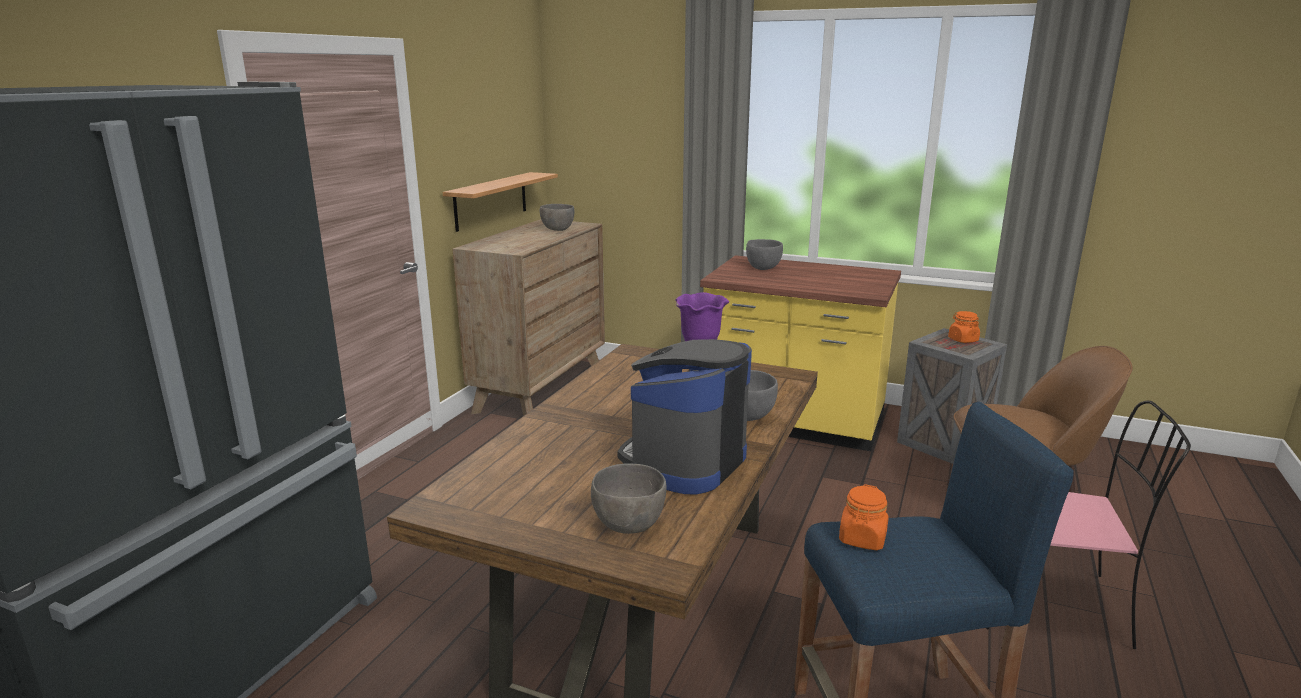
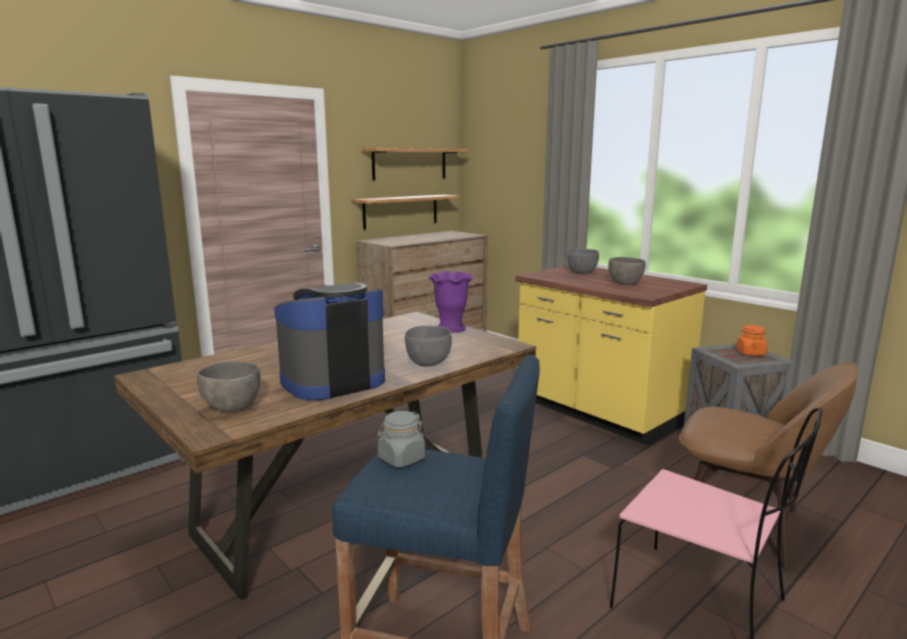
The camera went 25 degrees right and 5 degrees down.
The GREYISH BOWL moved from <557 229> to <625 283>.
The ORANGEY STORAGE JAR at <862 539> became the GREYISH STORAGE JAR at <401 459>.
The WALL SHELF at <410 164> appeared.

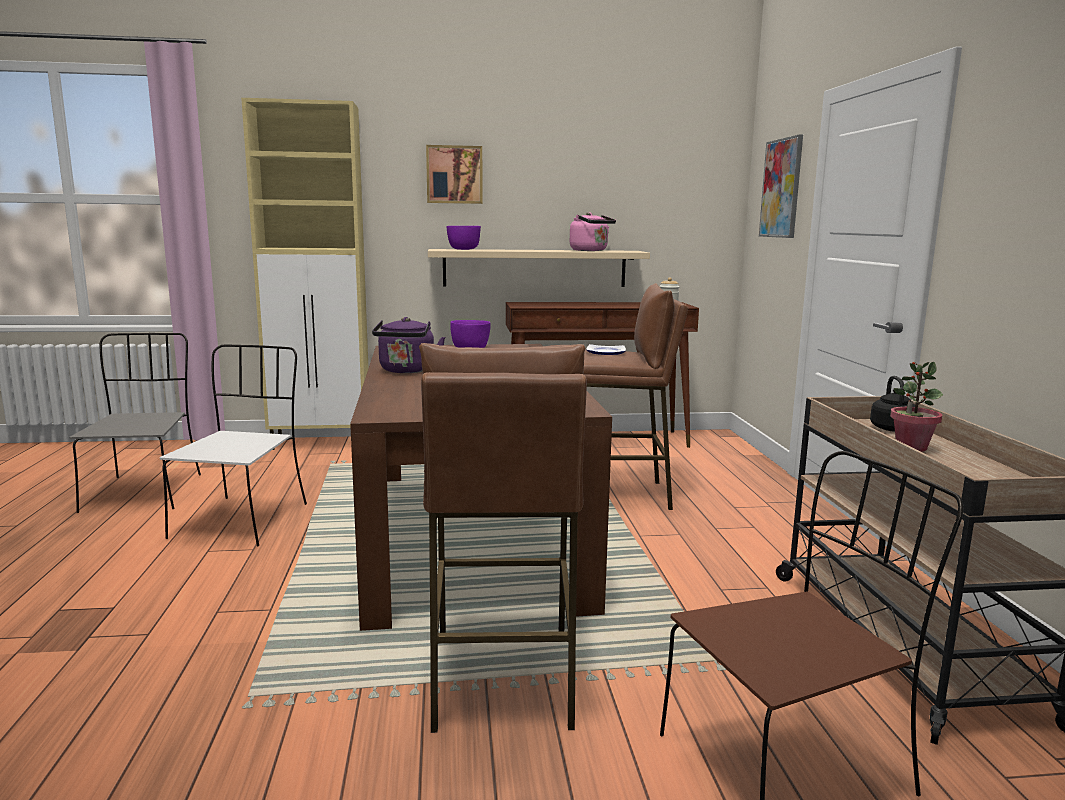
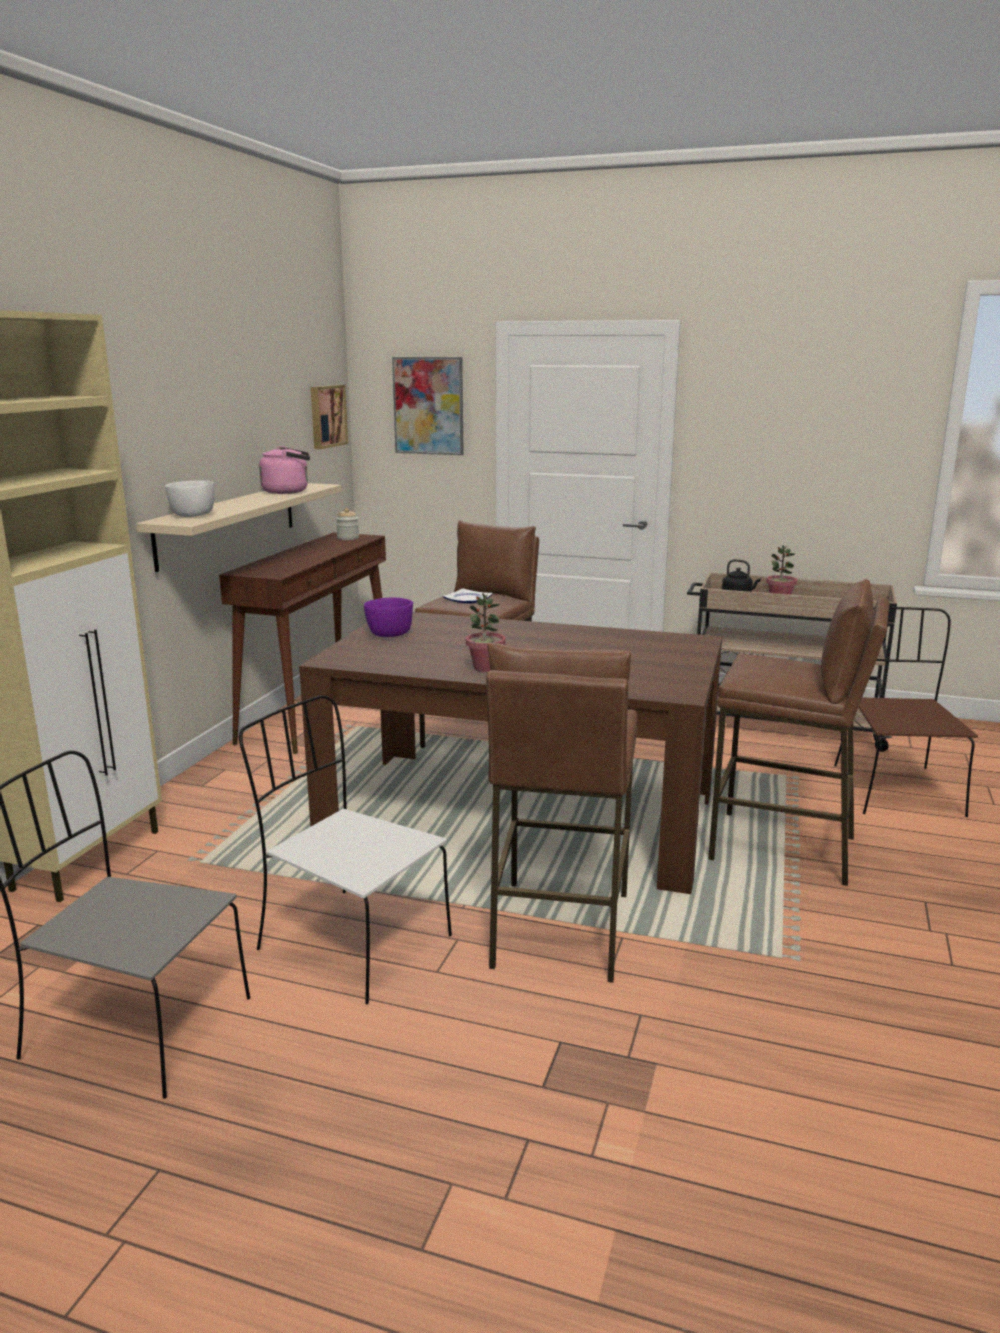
The camera went 65 degrees left and 5 degrees up.
The PURPLE KETTLE at <406 371> was replaced by the POTTED PLANT at <485 668>.
The PICTURE moved from <454 174> to <326 416>.
The PURPLE BOWL at <463 249> became the WHITE-COLOURED BOWL at <192 516>.
The BROWNISH SITTING STOOL at <559 930> appeared.

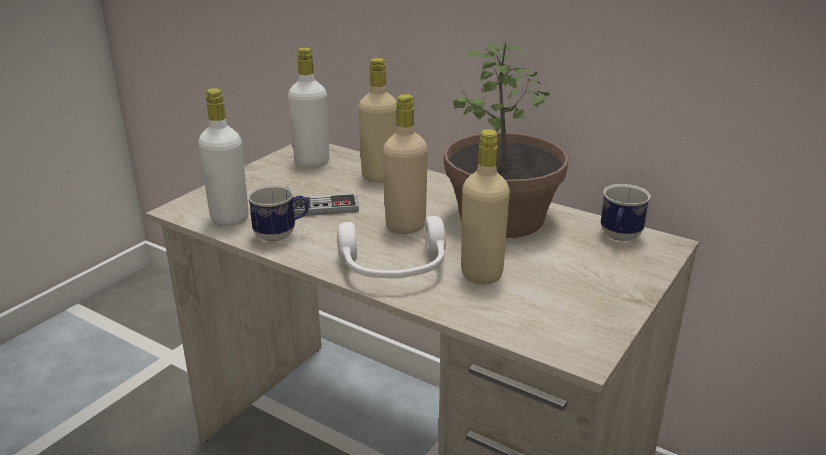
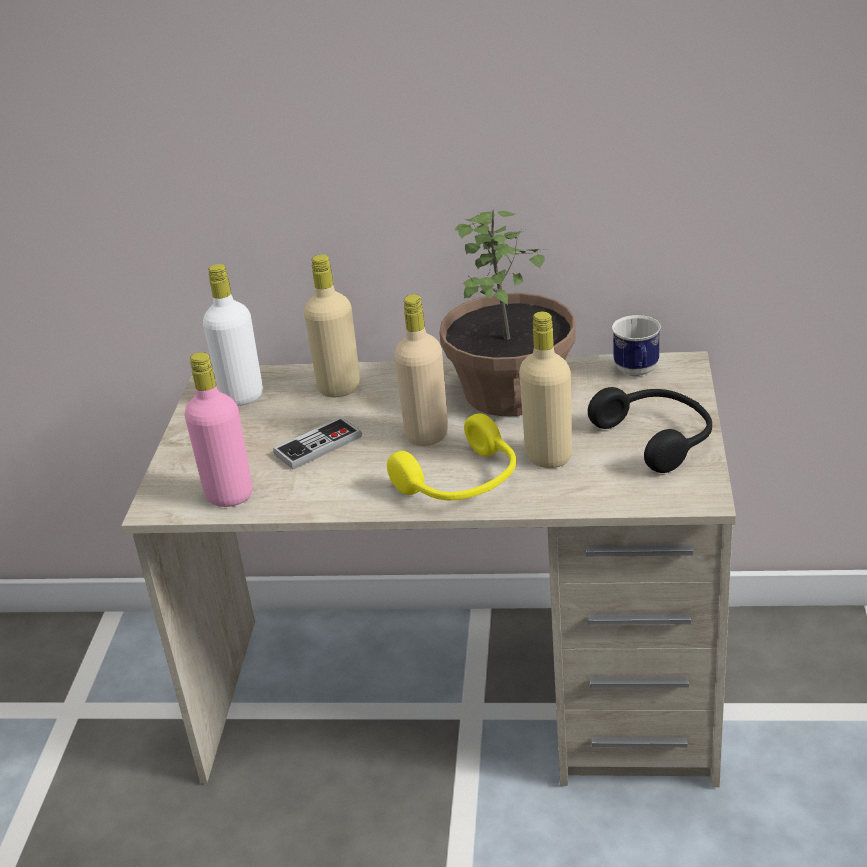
The camera went 25 degrees left and 5 degrees up.
The WHITE-COLOURED BOTTLE at <229 218> became the PINK-COLOURED BOTTLE at <229 495>.
The MUG at <281 235> disappeared.
The WHITE-COLOURED HEADSET at <394 268> became the YELLOW HEADSET at <462 483>.
The BLACK HEADSET at <658 438> appeared.

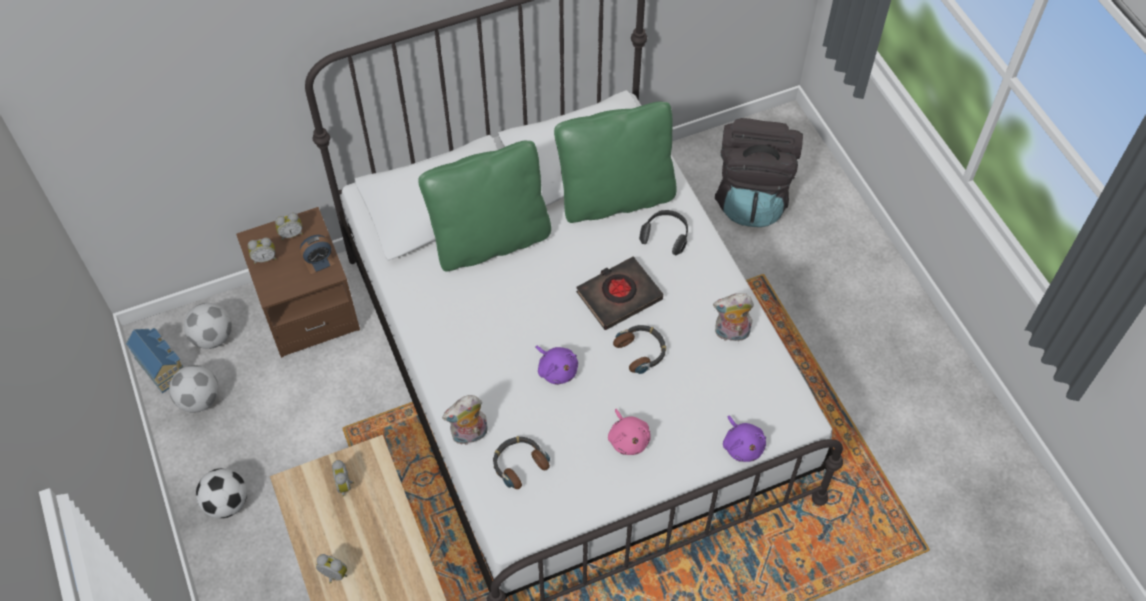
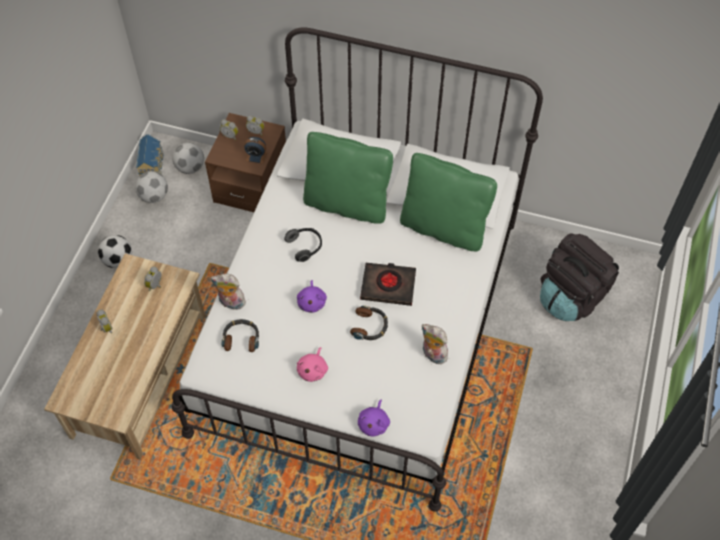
The camera went 40 degrees right and 0 degrees up.
The HEADSET moved from <665 236> to <305 247>.

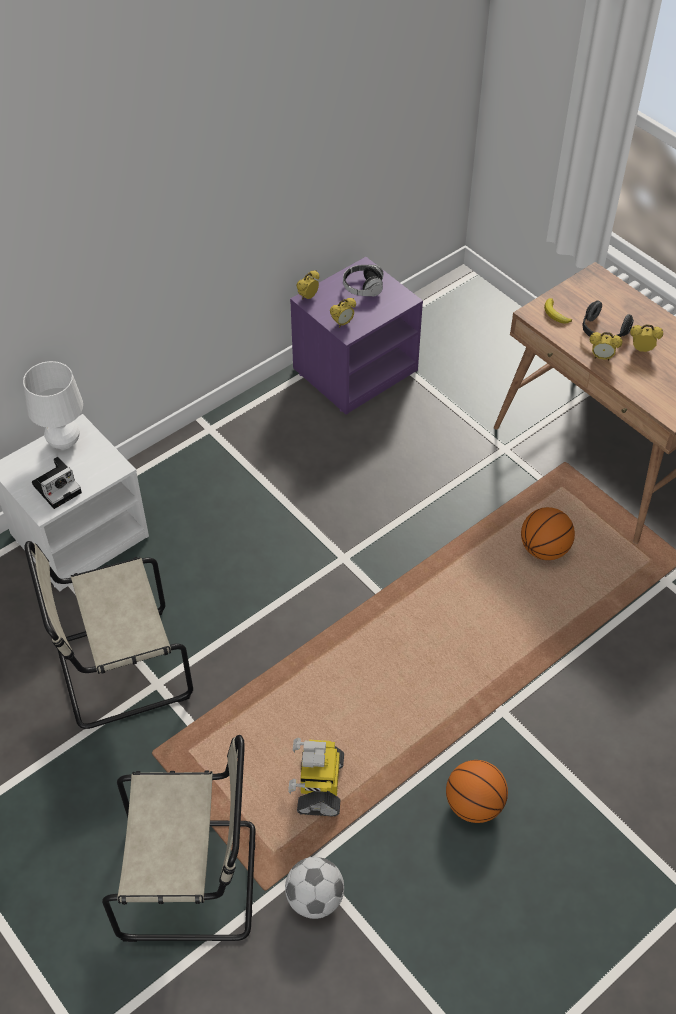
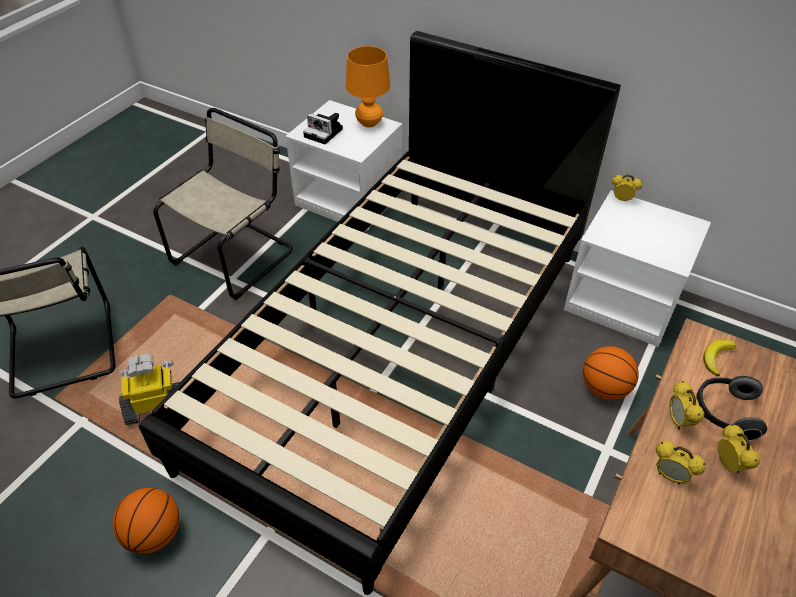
The camera went 70 degrees right and 5 degrees down.
The WHITE-COLOURED LAMP FOR A TABLE at <64 442> became the ORANGEY LAMP FOR A TABLE at <369 123>.
The BEIGE PLAIN CHAIR at <118 670> turned 75 degrees clockwise.
The BALL FOR FOOTBALL at <315 898> disappeared.
The PURPLE NIGHT TABLE at <355 369> became the WHITE-COLOURED NIGHT TABLE at <624 302>.
The TABLE CLOCK moved from <342 323> to <670 476>.
The HEADSET at <363 288> disappeared.
The BASKETBALL moved from <544 549> to <604 388>.
The BLACK BED at <398 351> appeared.

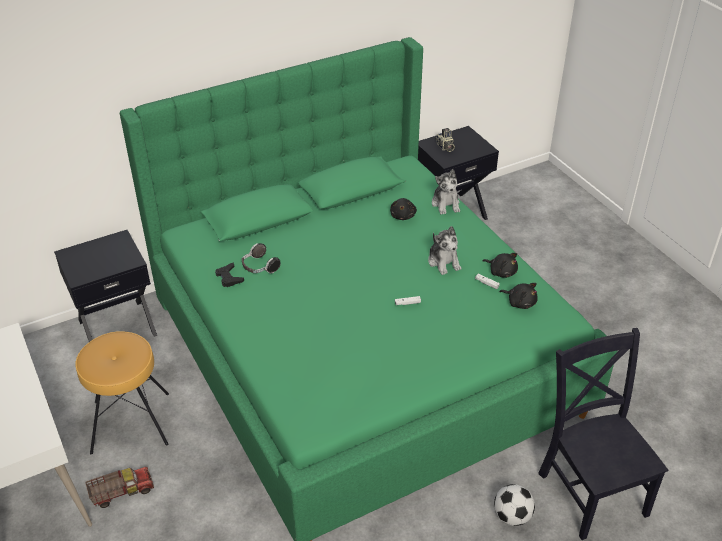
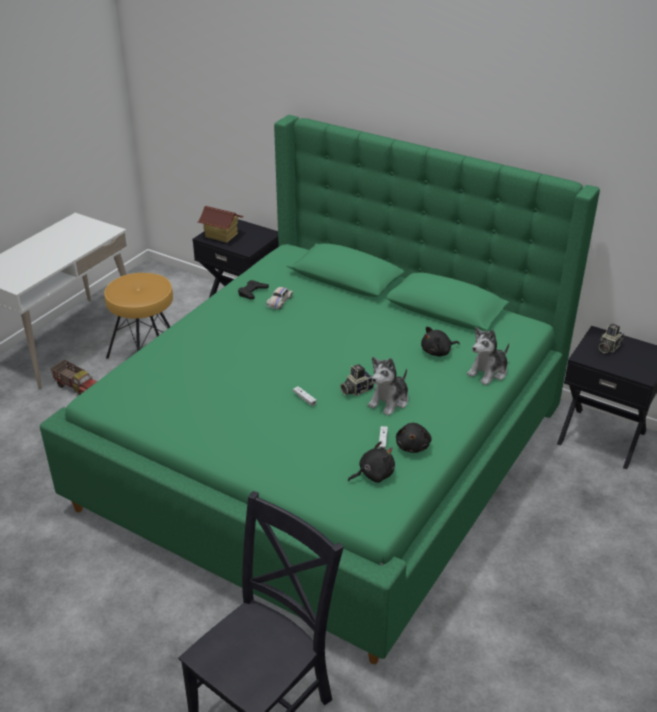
The camera went 60 degrees right and 5 degrees down.
The HEADSET at <259 267> was replaced by the WHITE-COLOURED MINIATURE CAR at <279 301>.
The BALL FOR FOOTBALL at <512 516> disappeared.
The BLACK PLUSH TOY at <520 302> turned 120 degrees counterclockwise.
The MINIATURE HOUSE at <221 235> appeared.
The STILL CAMERA at <356 389> appeared.

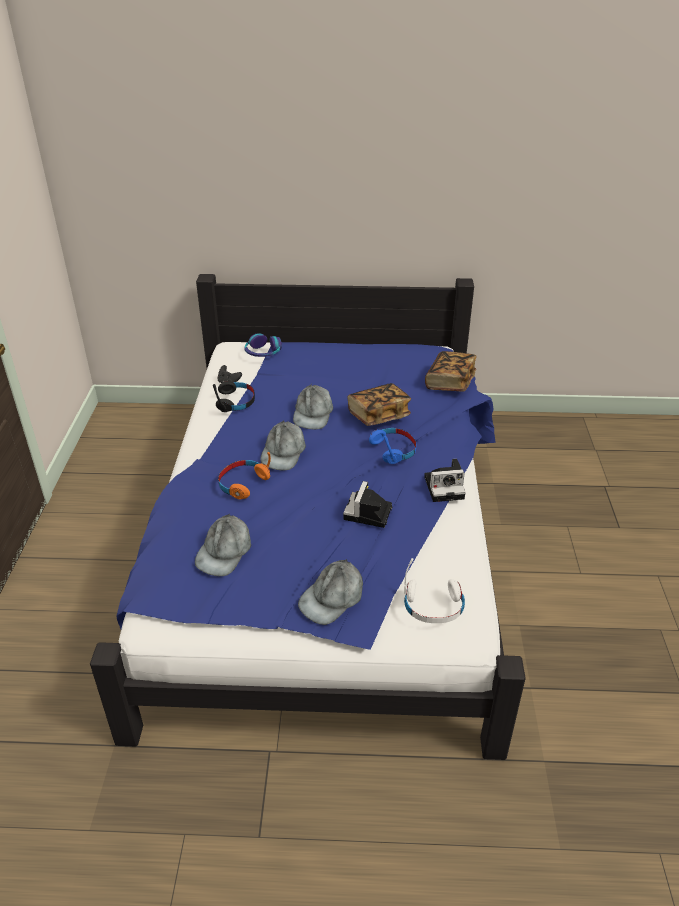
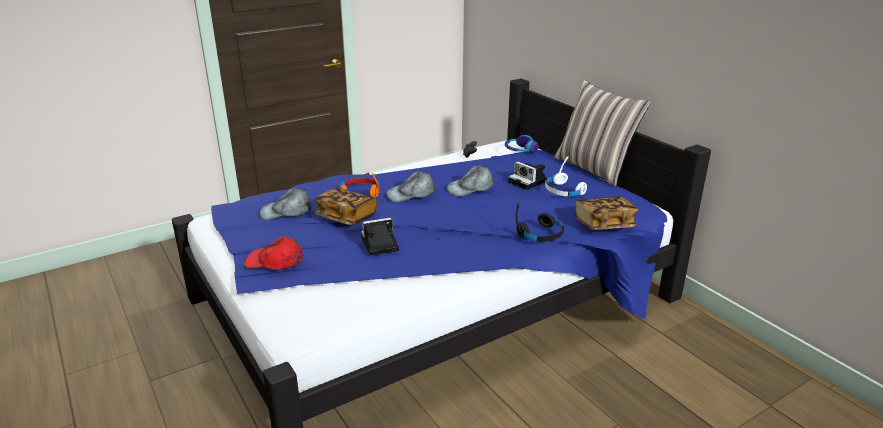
The camera went 55 degrees right and 10 degrees down.
The BLACK HEADSET moved from <236 402> to <541 235>.
The GREYISH BASEBALL CAP at <332 597> became the RED BASEBALL CAP at <274 261>.
The BOOK moved from <378 415> to <346 217>.
The BLUISH HEADSET at <393 450> disappeared.
The WHITE-COLOURED HEADSET moved from <433 606> to <563 191>.
The STILL CAMERA moved from <445 487> to <529 182>.
The THROW PILLOW at <594 169> appeared.

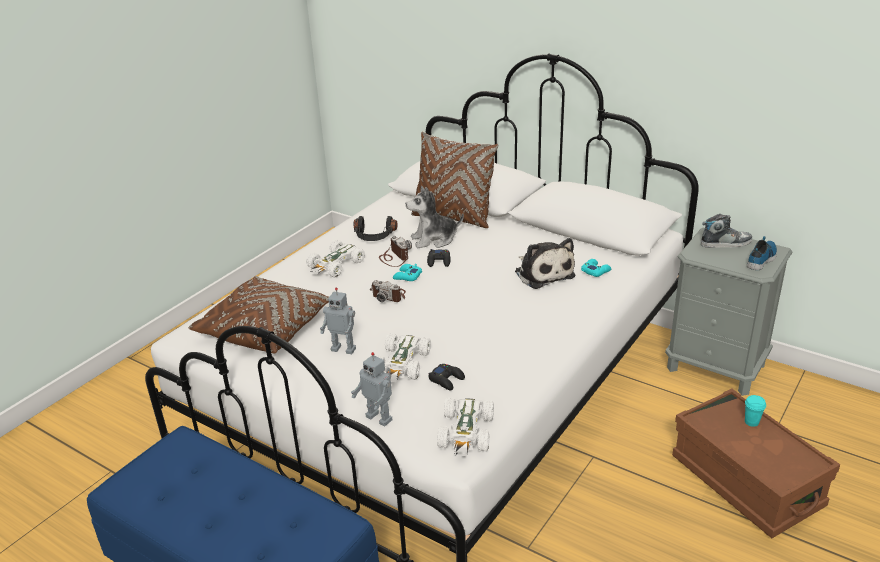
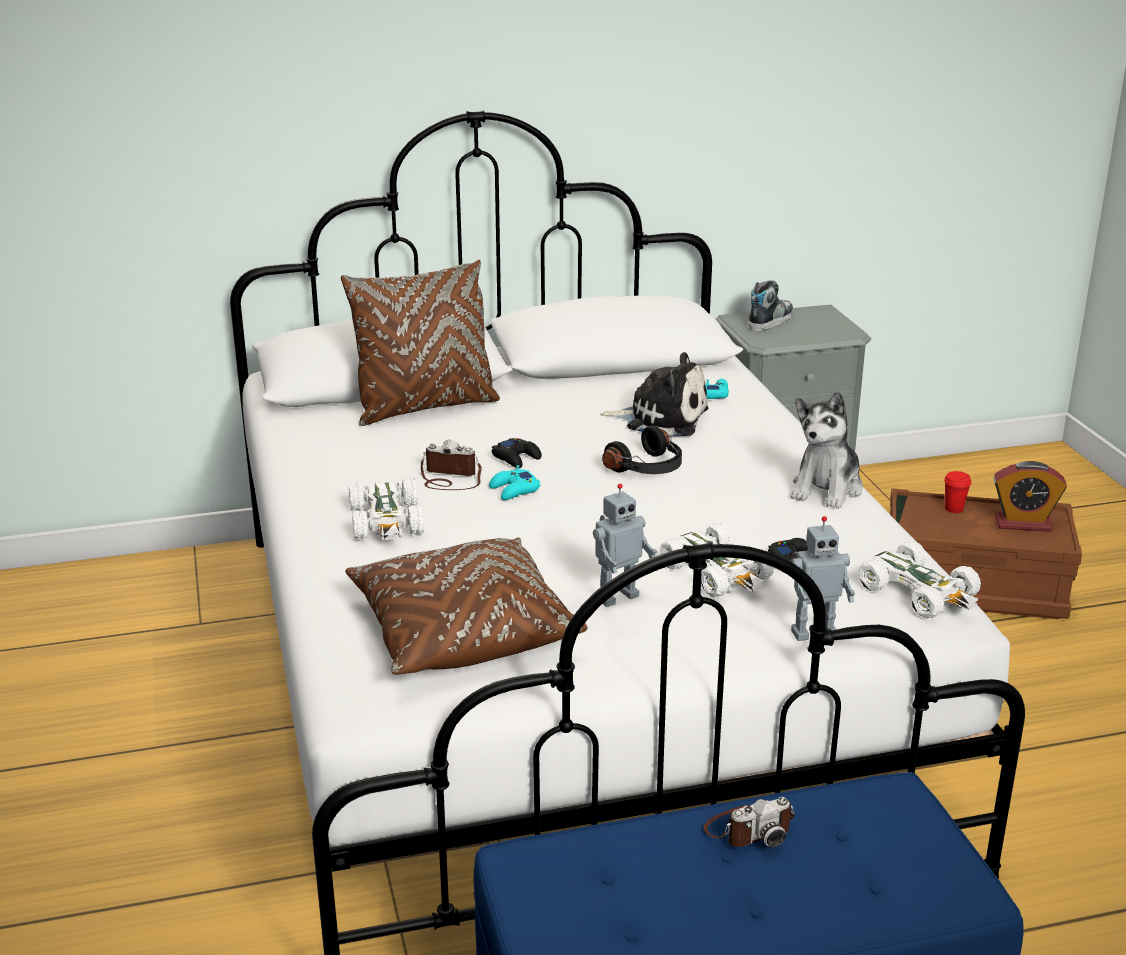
The camera went 50 degrees left and 5 degrees down.
The BLACK HEADSET moved from <374 236> to <648 468>.
The STILL CAMERA moved from <389 295> to <749 829>.
The PLUSH TOY moved from <434 239> to <827 488>.
The BLUE-GREEN CUP at <751 422> became the RED CUP at <954 509>.
The SHOE at <762 259> disappeared.
The TABLE CLOCK at <1023 523> appeared.

